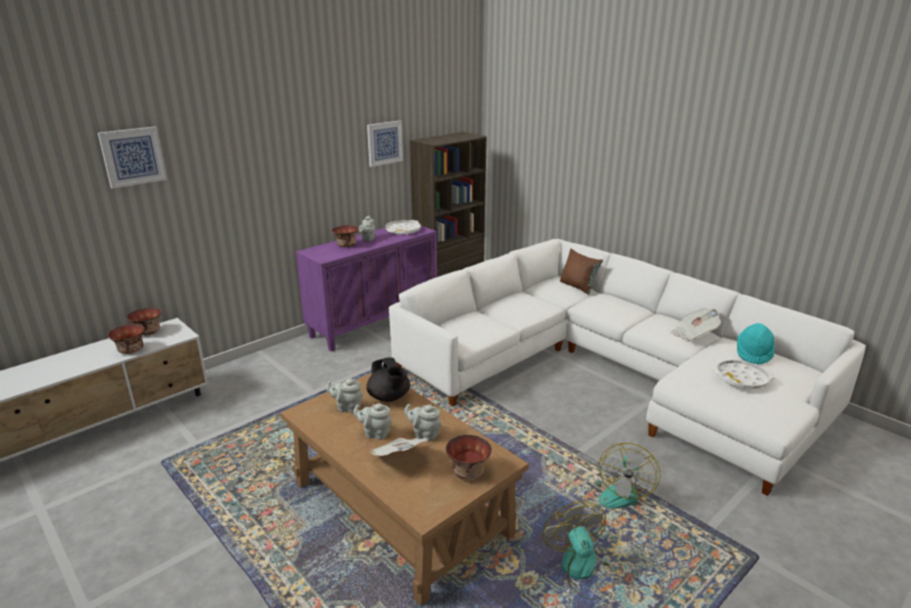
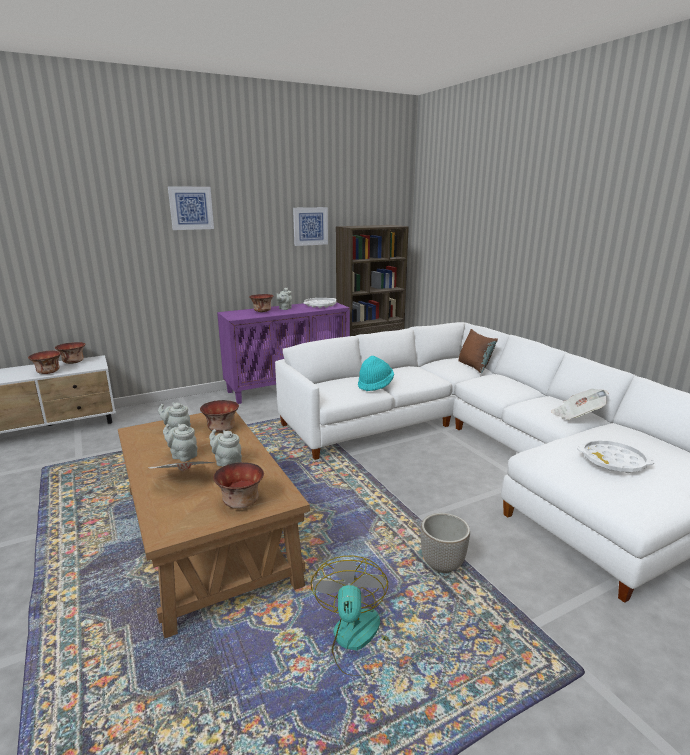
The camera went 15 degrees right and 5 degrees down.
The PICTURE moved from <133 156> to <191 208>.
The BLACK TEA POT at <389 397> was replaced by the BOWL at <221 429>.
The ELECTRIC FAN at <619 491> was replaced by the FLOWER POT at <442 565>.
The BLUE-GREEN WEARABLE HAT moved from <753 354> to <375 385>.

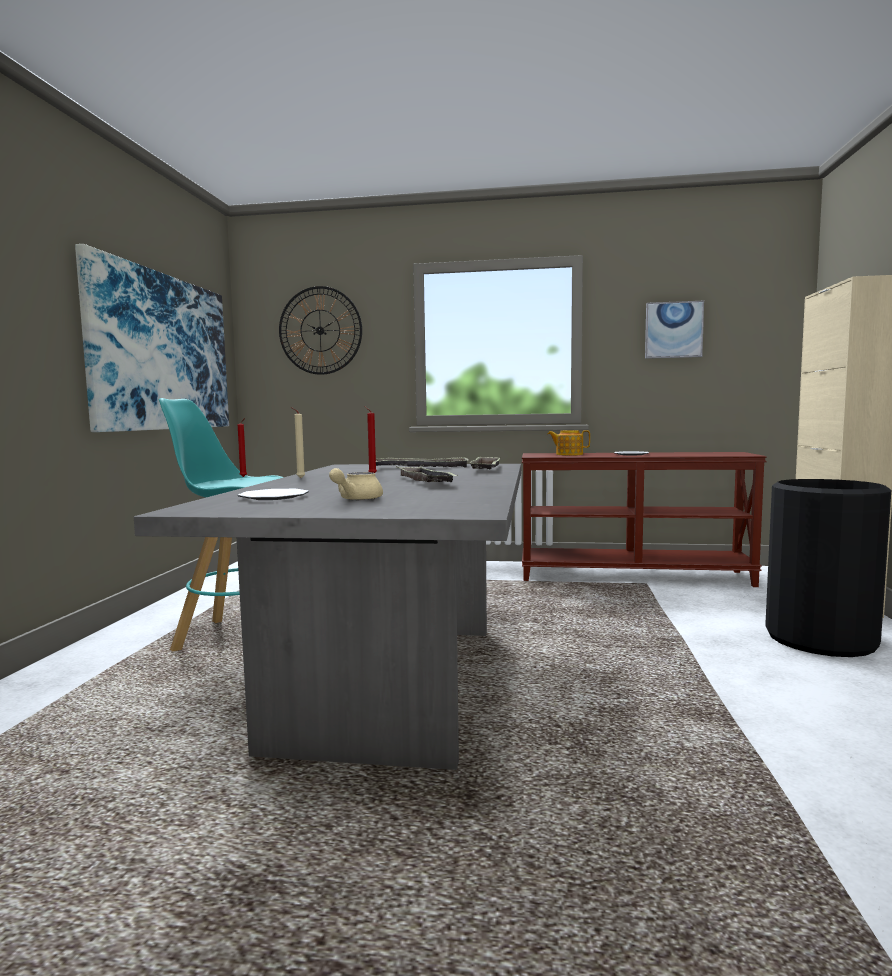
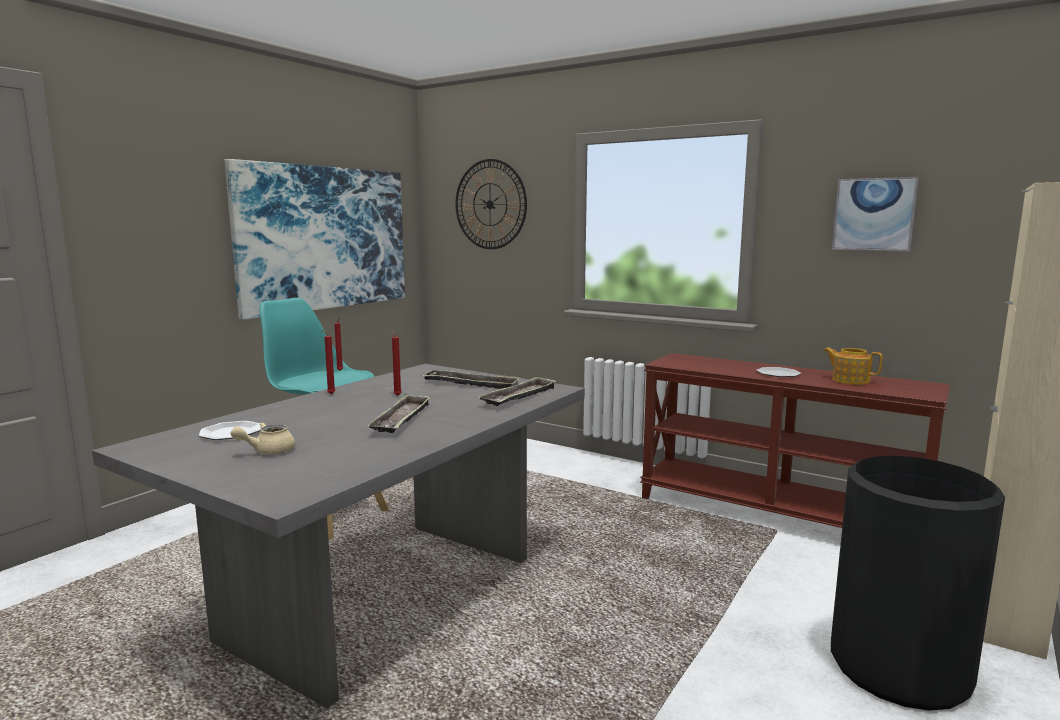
The camera went 25 degrees right and 5 degrees up.
The BEIGE CANDLE at <299 478> became the RED CANDLE at <330 394>.
The TEA POT moved from <568 454> to <850 380>.

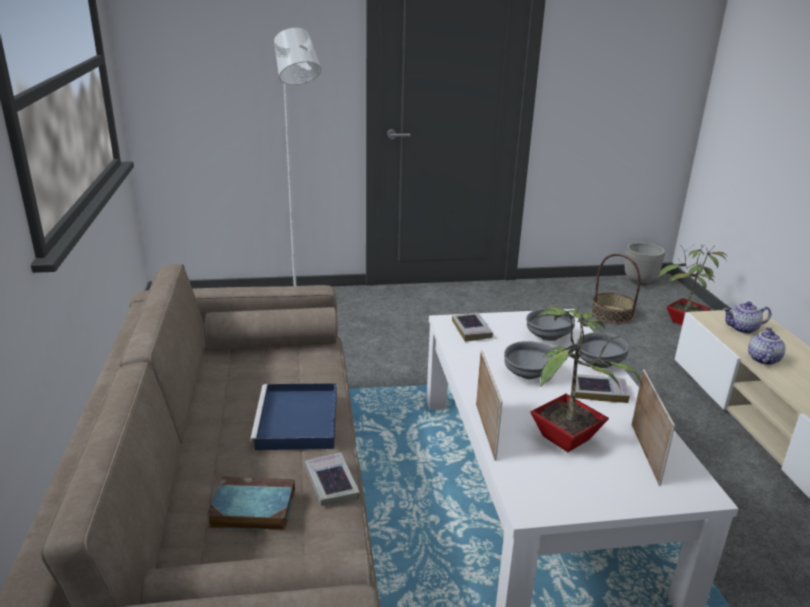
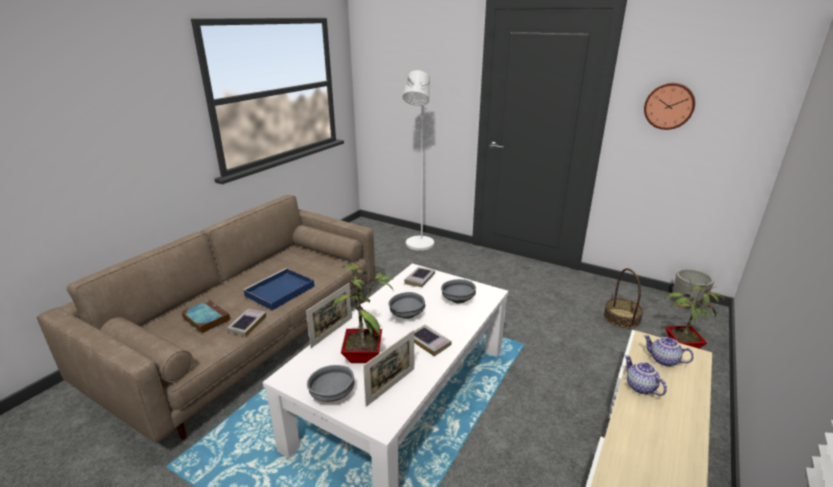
The camera went 40 degrees right and 0 degrees up.
The GREYISH BOWL moved from <598 363> to <332 394>.
The TEA POT at <762 359> turned 90 degrees counterclockwise.
The WALL CLOCK at <669 106> appeared.

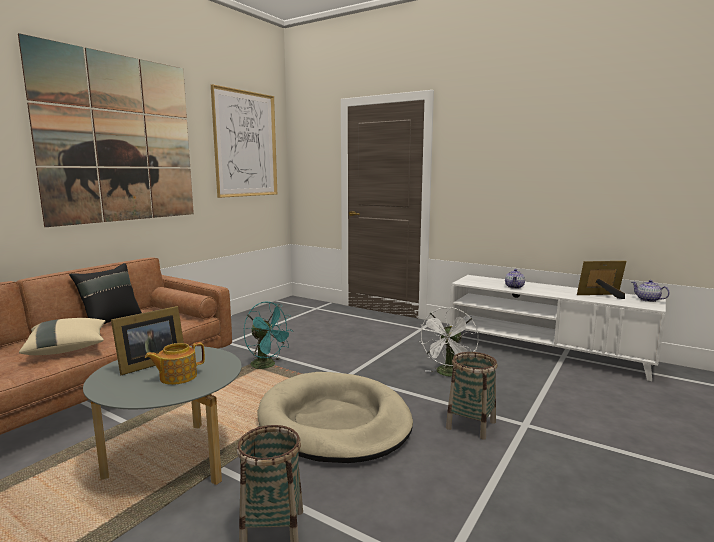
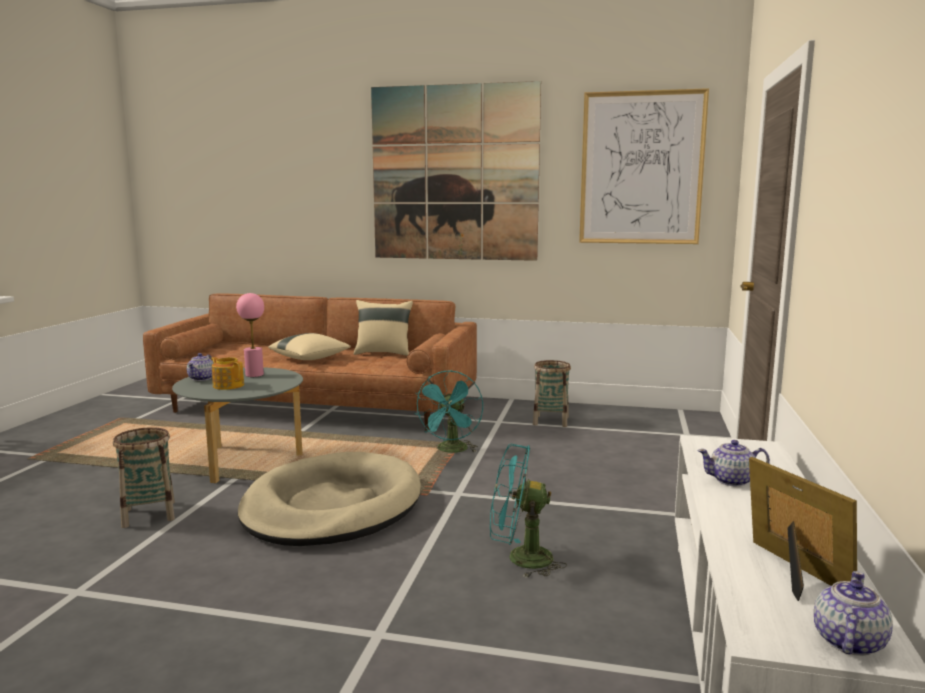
The camera went 70 degrees right and 0 degrees up.
The BLACK THROW PILLOW at <110 321> became the BEIGE THROW PILLOW at <383 353>.
The PHOTO FRAME at <149 364> was replaced by the PINK-COLOURED LAMP FOR A TABLE at <254 375>.
The WHITE-COLOURED ELECTRIC FAN at <448 374> became the BLUE-GREEN ELECTRIC FAN at <520 559>.
The STORAGE BASKET moved from <471 425> to <551 421>.
The TEA POT at <202 378> appeared.

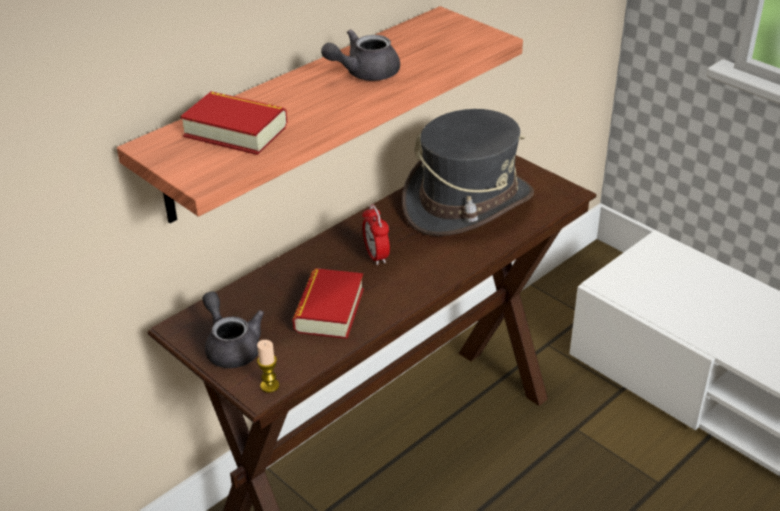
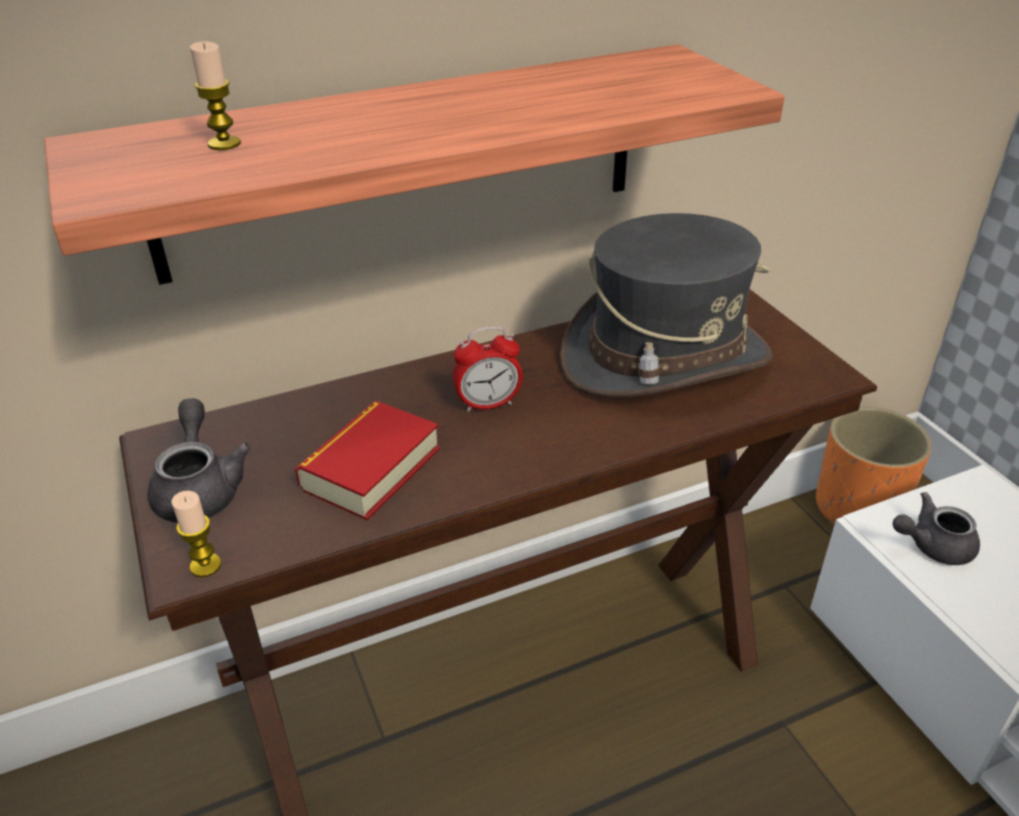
The camera went 20 degrees right and 0 degrees up.
The BOOK at <235 131> was replaced by the CANDLE at <224 144>.
The GREYISH TEA POT moved from <364 73> to <932 546>.
The TABLE CLOCK at <376 256> turned 105 degrees counterclockwise.
The ORANGEY FLOWER POT at <858 508> appeared.

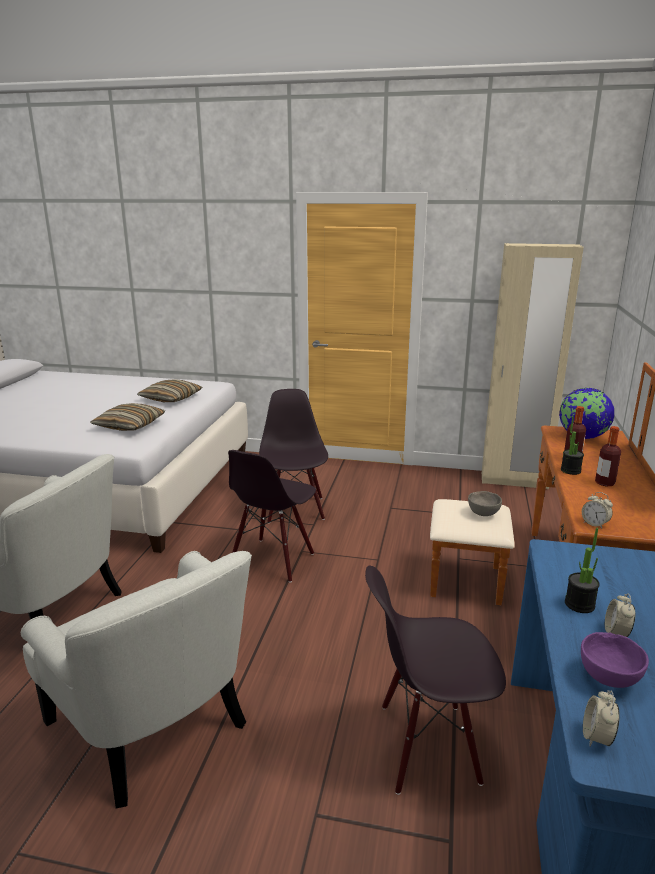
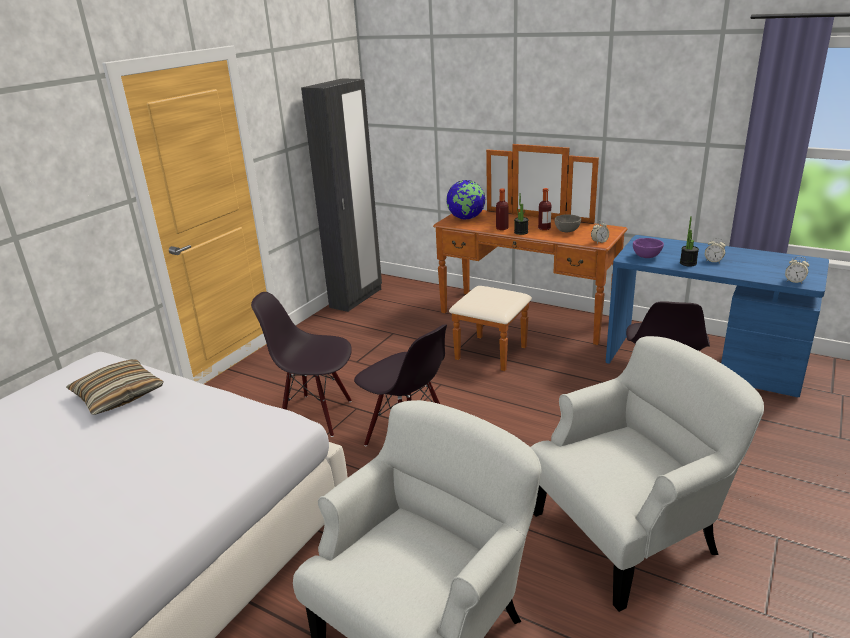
The camera went 70 degrees left and 5 degrees up.
The THROW PILLOW at <130 425> disappeared.
The GREYISH BOWL moved from <483 513> to <566 231>.
The BEIGE CLOTHES CUPBOARD at <514 481> became the BLACK CLOTHES CUPBOARD at <356 298>.
The PURPLE BOWL moved from <610 678> to <646 256>.

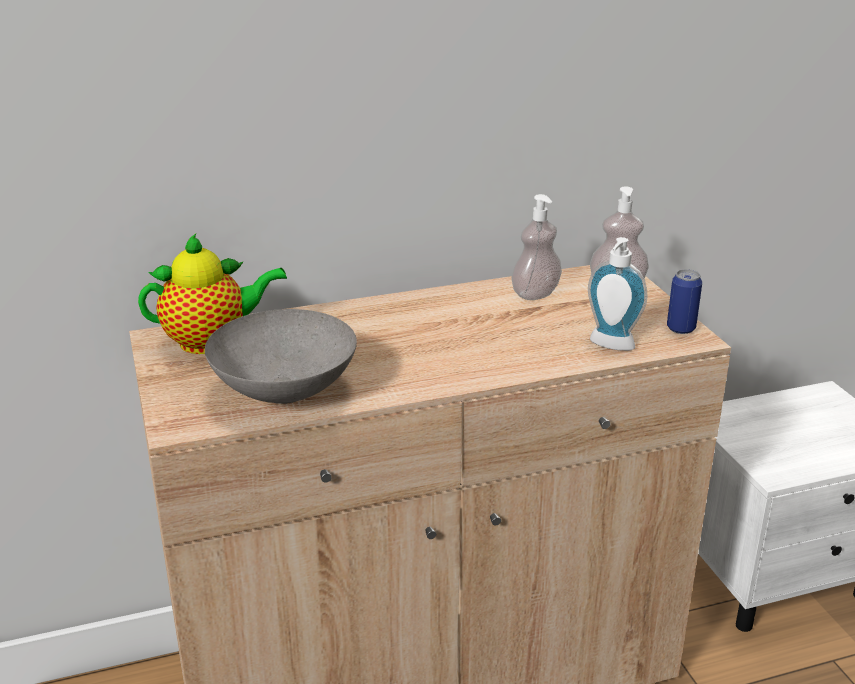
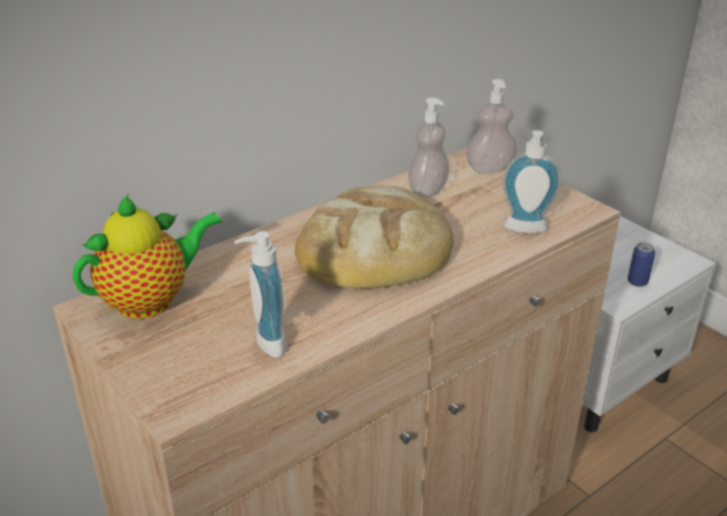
The camera went 20 degrees left and 5 degrees up.
The GREYISH BOWL at <285 393> was replaced by the SOAP DISPENSER at <264 343>.
The METAL CAN moved from <681 328> to <637 282>.
The BAKERY BREAD at <374 247> appeared.

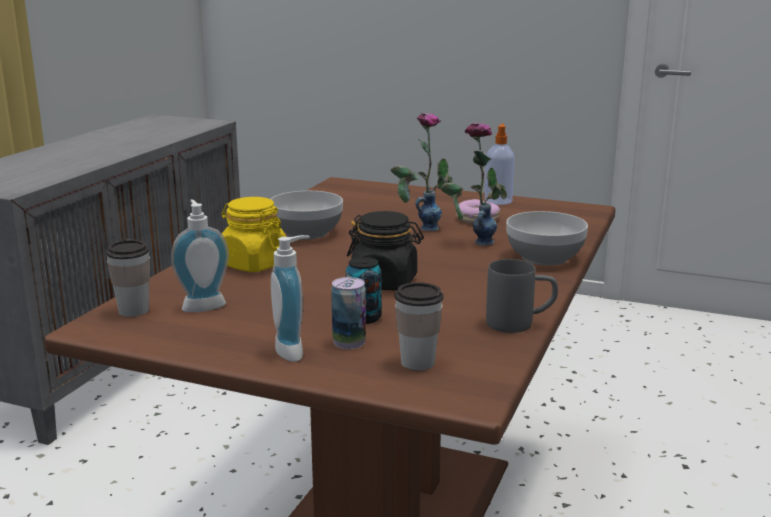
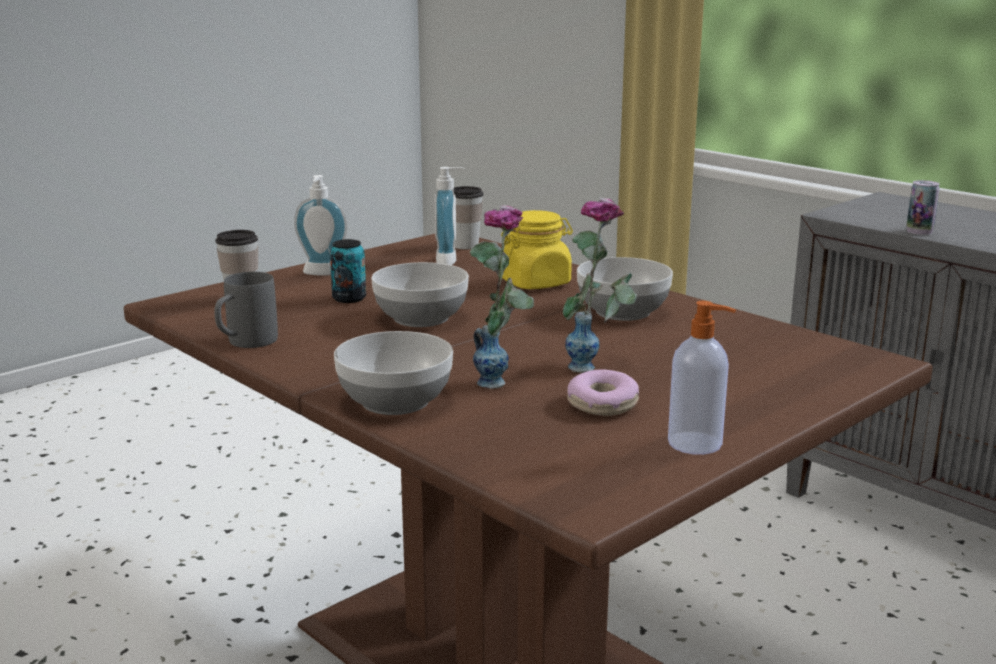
The camera went 115 degrees right and 0 degrees up.
The METAL CAN moved from <349 342> to <919 231>.
The BLACK STORAGE JAR at <385 282> was replaced by the BOWL at <421 317>.

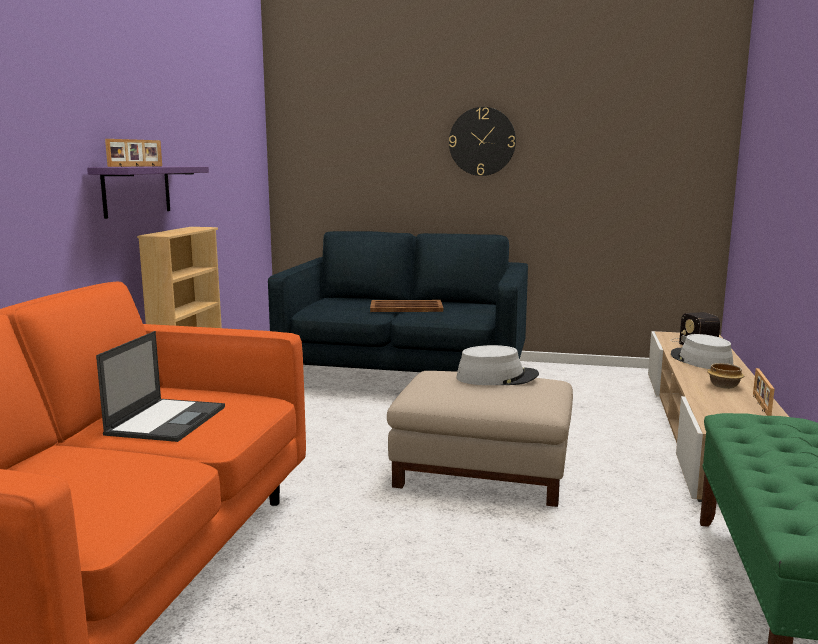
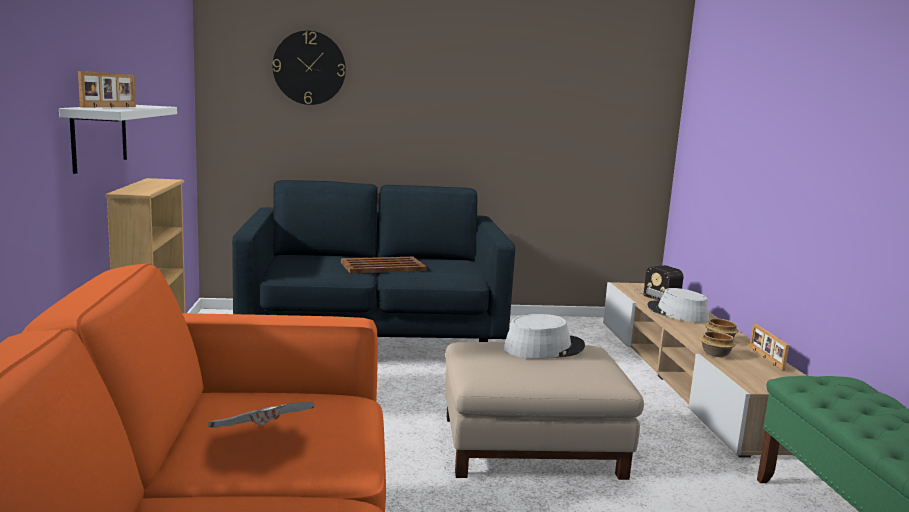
The camera went 20 degrees left and 0 degrees up.
The PURPLE WALL SHELF at <137 190> became the WHITE-COLOURED WALL SHELF at <100 136>.
The LAPTOP at <167 420> was replaced by the PRINTED PAPER at <261 443>.
The WALL CLOCK moved from <482 141> to <309 68>.
The BOWL at <715 354> appeared.

